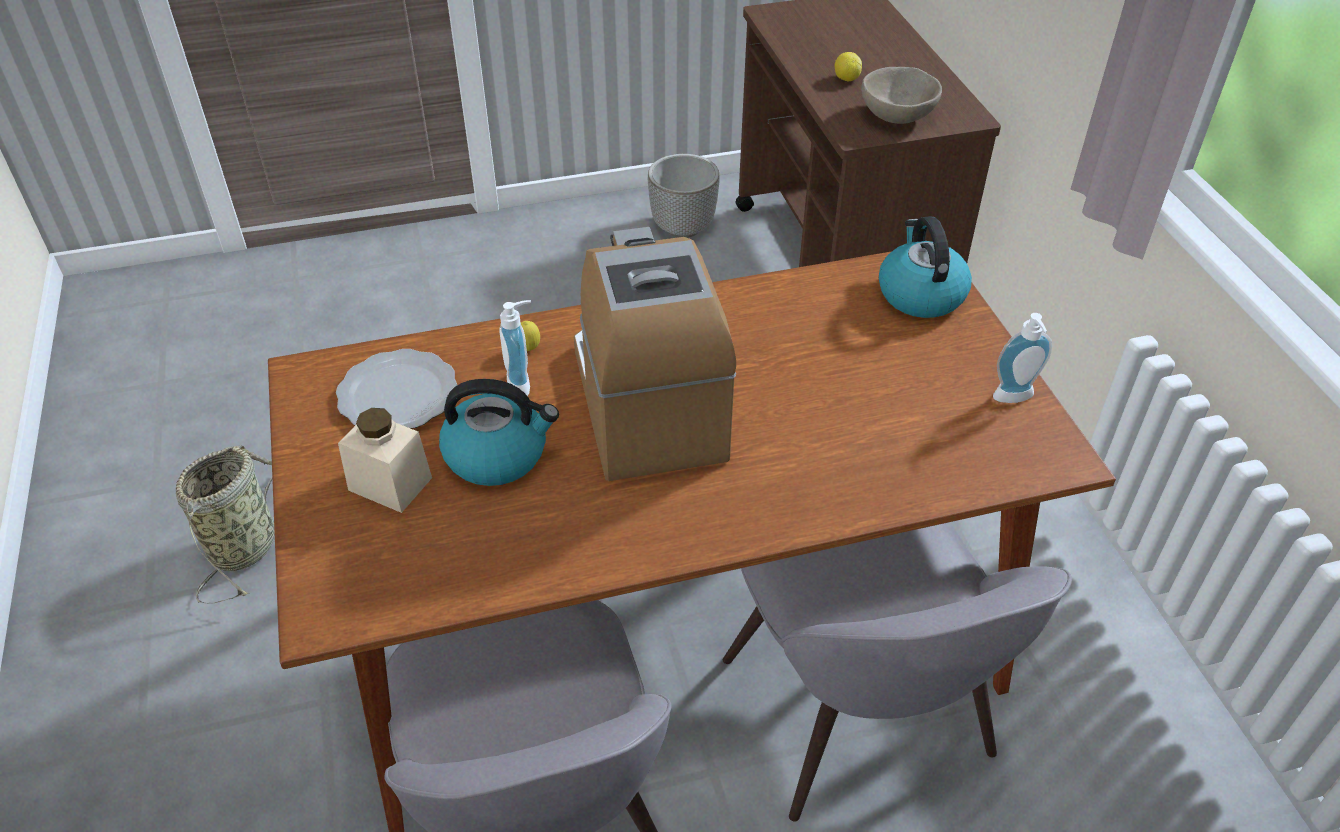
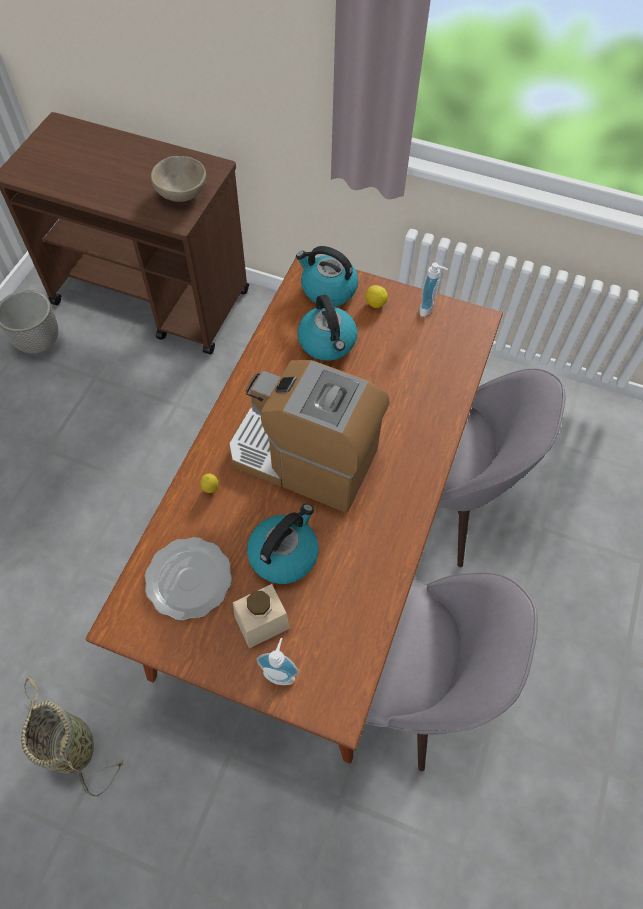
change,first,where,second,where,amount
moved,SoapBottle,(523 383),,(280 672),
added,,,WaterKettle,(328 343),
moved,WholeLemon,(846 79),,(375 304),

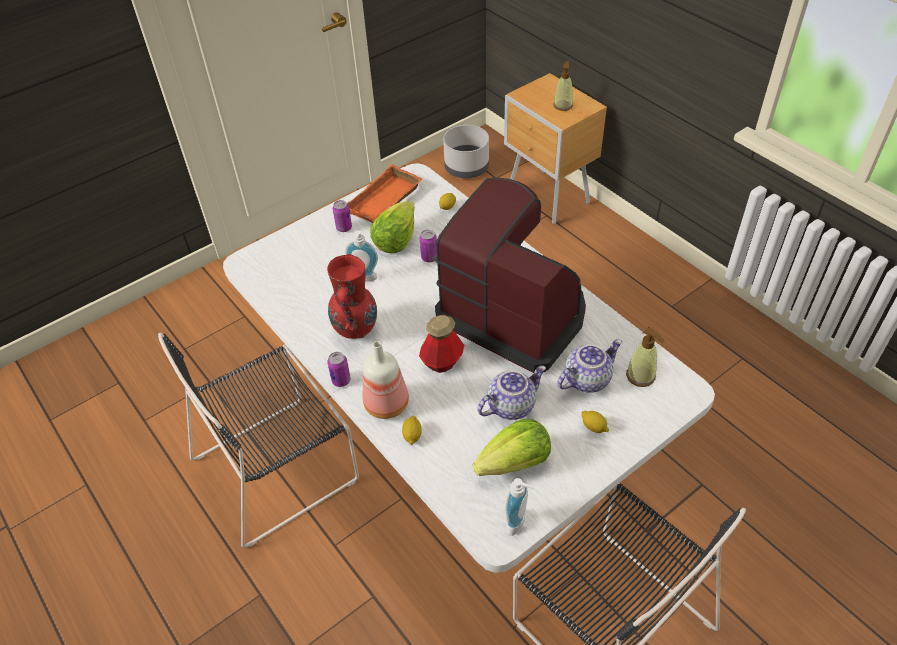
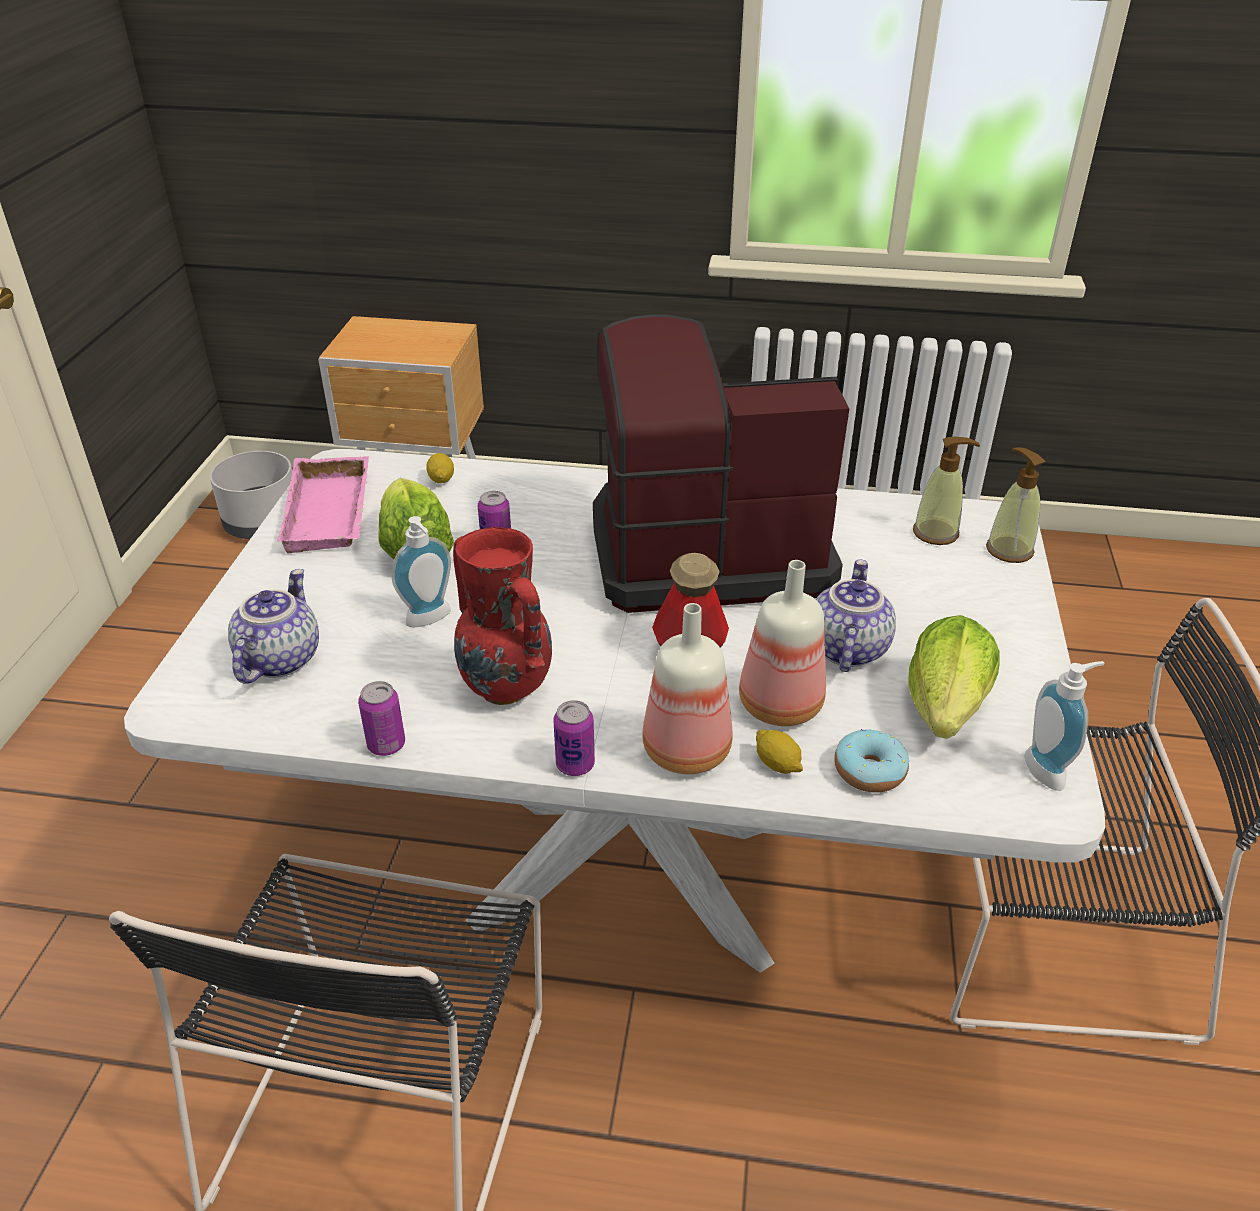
change,first,where,second,where,amount
moved,PotForTea,(586 379),,(278 658),
recoloured,OrangeColouredServingTray,(385 201),PinkServingTray,(332 514),
moved,MetalCan,(344 228),,(386 745),
added,,,Bottle,(777 705),
added,,,RingDoughnut,(869 771),
moved,SoapBottle,(563 105),,(1009 550),
removed,WholeLemon,(594 427),,,

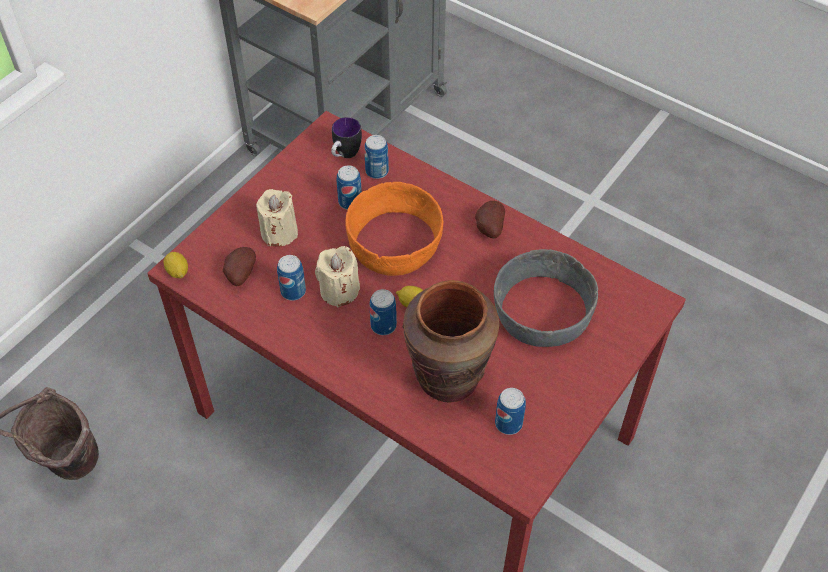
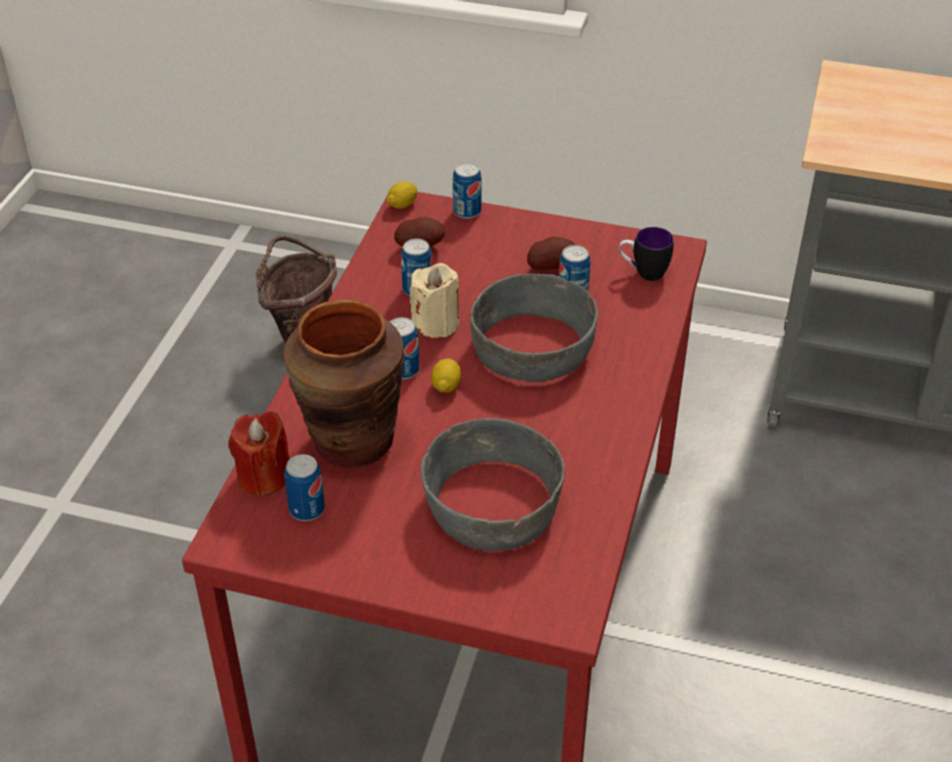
change,first,where,second,where,amount
added,,,ReddishWaxLight,(264 476),
moved,MetalCan,(377 171),,(467 211),
recoloured,OrangeColouredBowl,(394 241),GrayBowl,(534 347),
moved,Spud,(488 228),,(550 266),
removed,SandColouredWaxLight,(279 232),,,

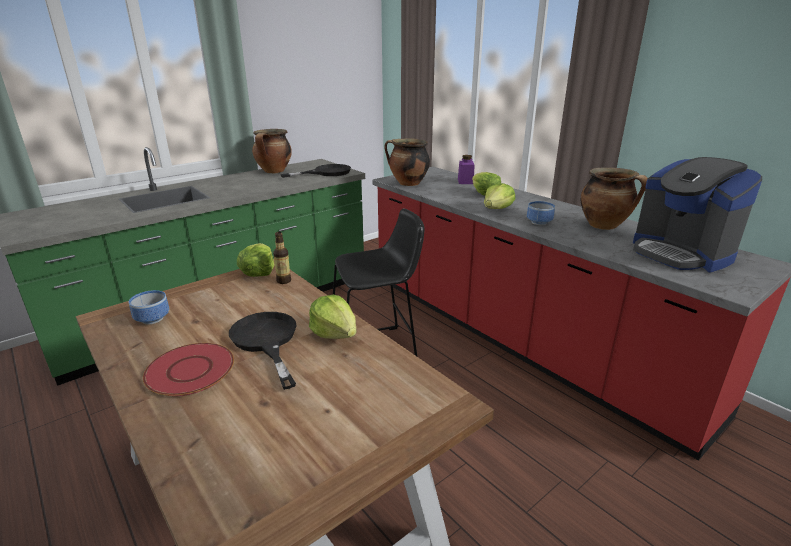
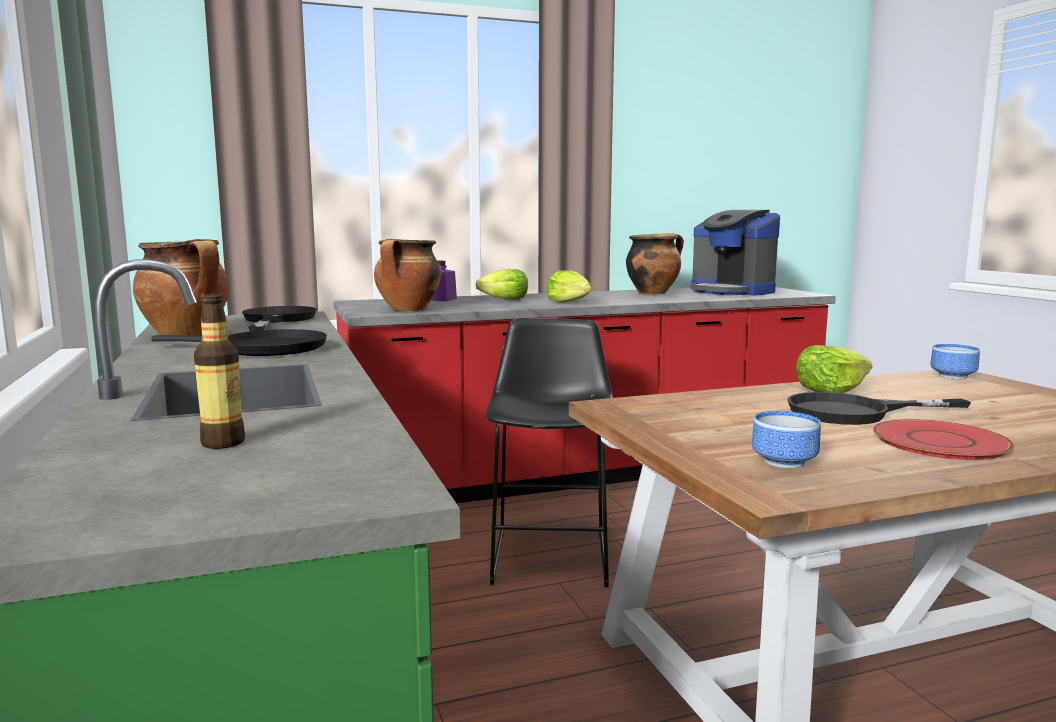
change,first,where,second,where,amount
added,,,BlackishSkillet,(265 349),
moved,Bottle,(284 281),,(223 443),
turned,CoffeeMachine,(680 253),,(731 291),60 degrees clockwise
moved,Bowl,(539 223),,(955 376),
removed,LettuceHead,(258 271),,,

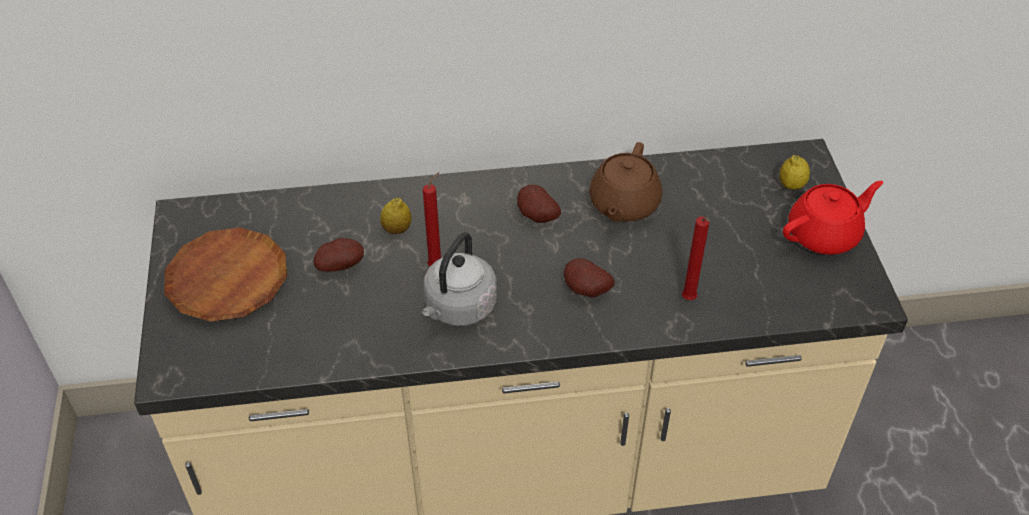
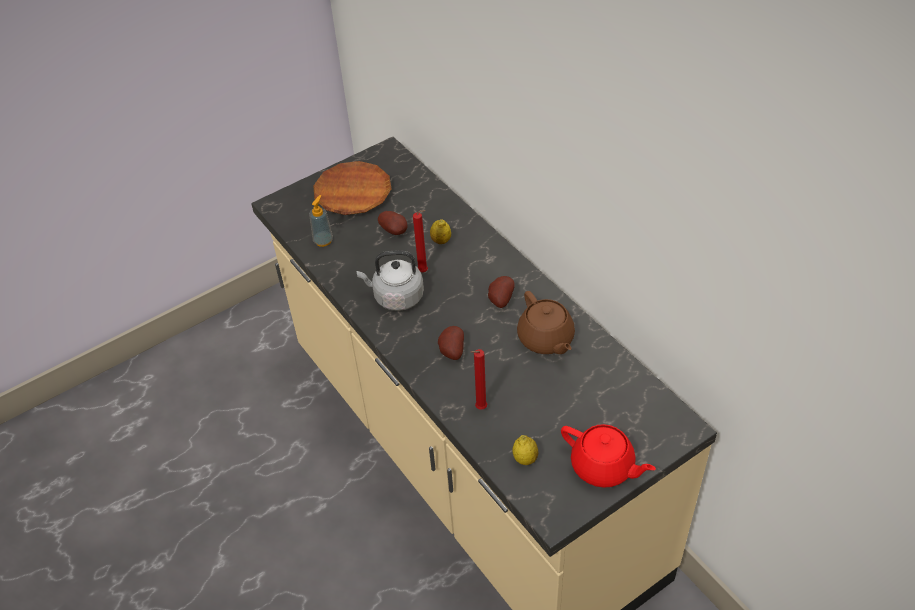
change,first,where,second,where,amount
added,,,SoapBottle,(323 240),
moved,WholeLemon,(791 185),,(525 459),
turned,BrownishPotForTea,(623 204),,(546 339),105 degrees counterclockwise

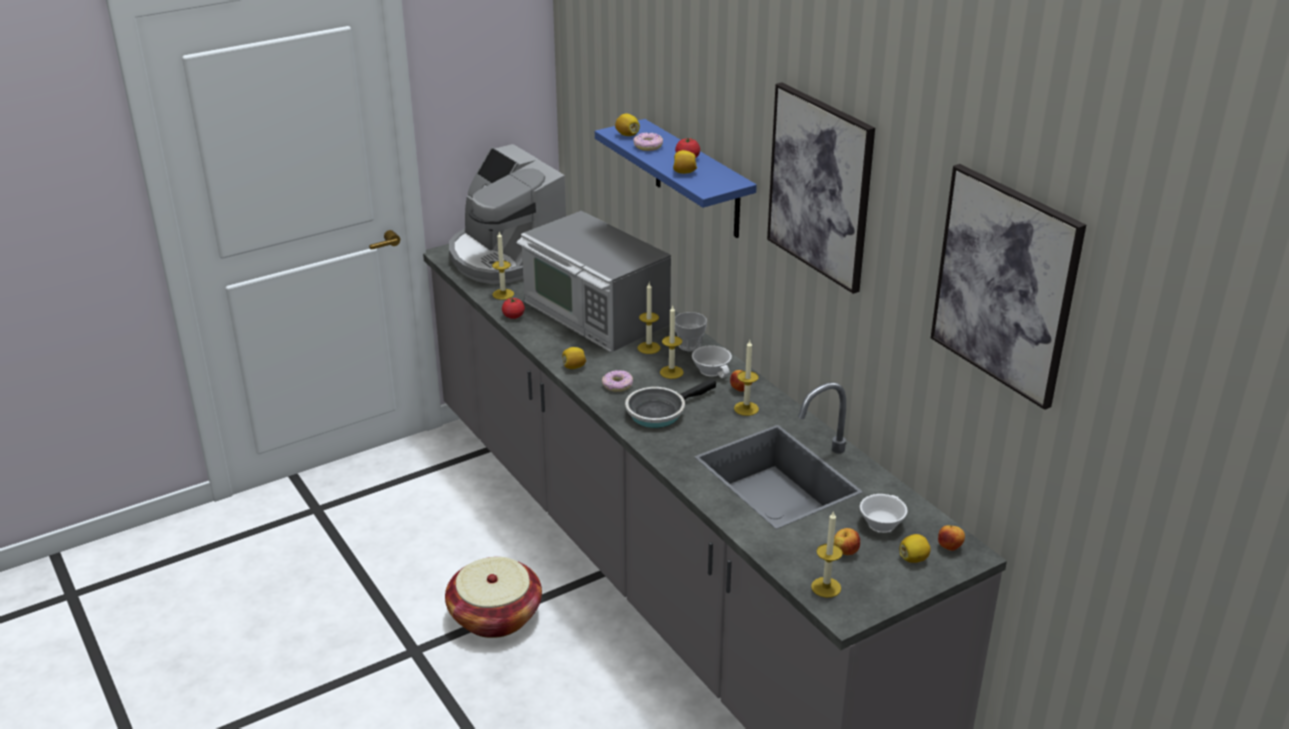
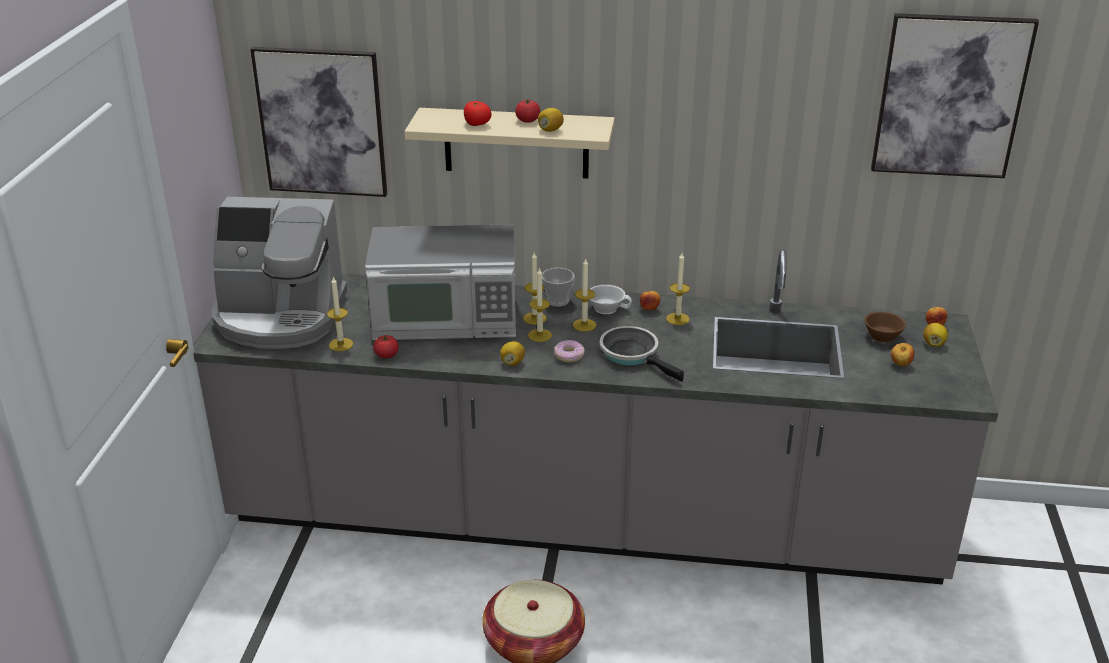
change,first,where,second,where,amount
moved,Picture,(820 186),,(322 122),
recoloured,BlueColouredBracketShelf,(697 180),SandColouredBracketShelf,(516 143),
replaced,RingDoughnut,(648 146),FreshTomato,(477 124),
moved,WaxLight,(826 587),,(539 335),
turned,Skillet,(659 412),,(633 355),135 degrees clockwise
recoloured,WhitishSmallCup,(880 522),BrownishSmallCup,(880 336),
removed,WholeLemon,(627 135),,,

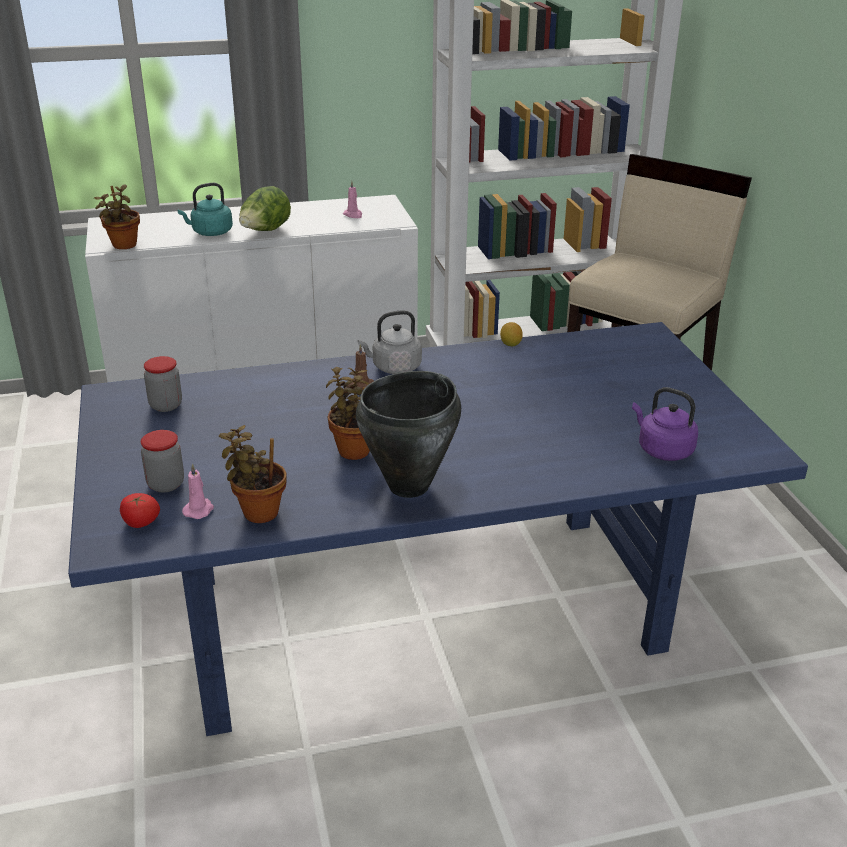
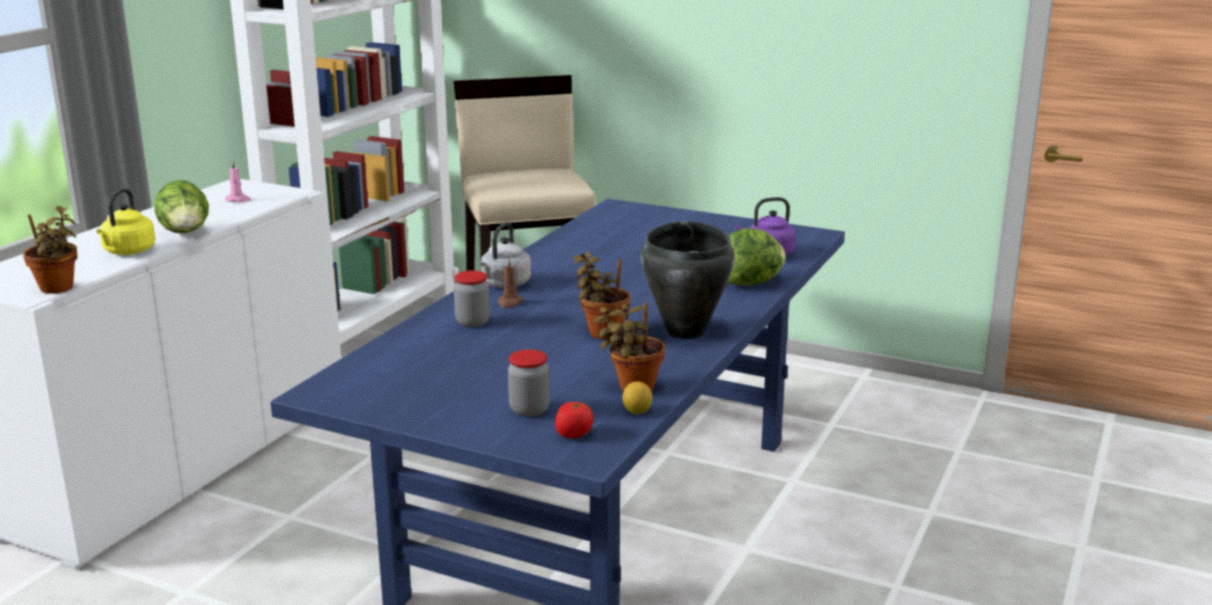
change,first,where,second,where,amount
recoloured,TurquoiseWaterKettle,(210 233),YellowishWaterKettle,(128 252),
moved,StorageJar,(166 405),,(472 322),
moved,WholeLemon,(510 344),,(637 411),
added,,,LettuceHead,(750 283),
removed,PinkWaxLight,(199 510),,,

